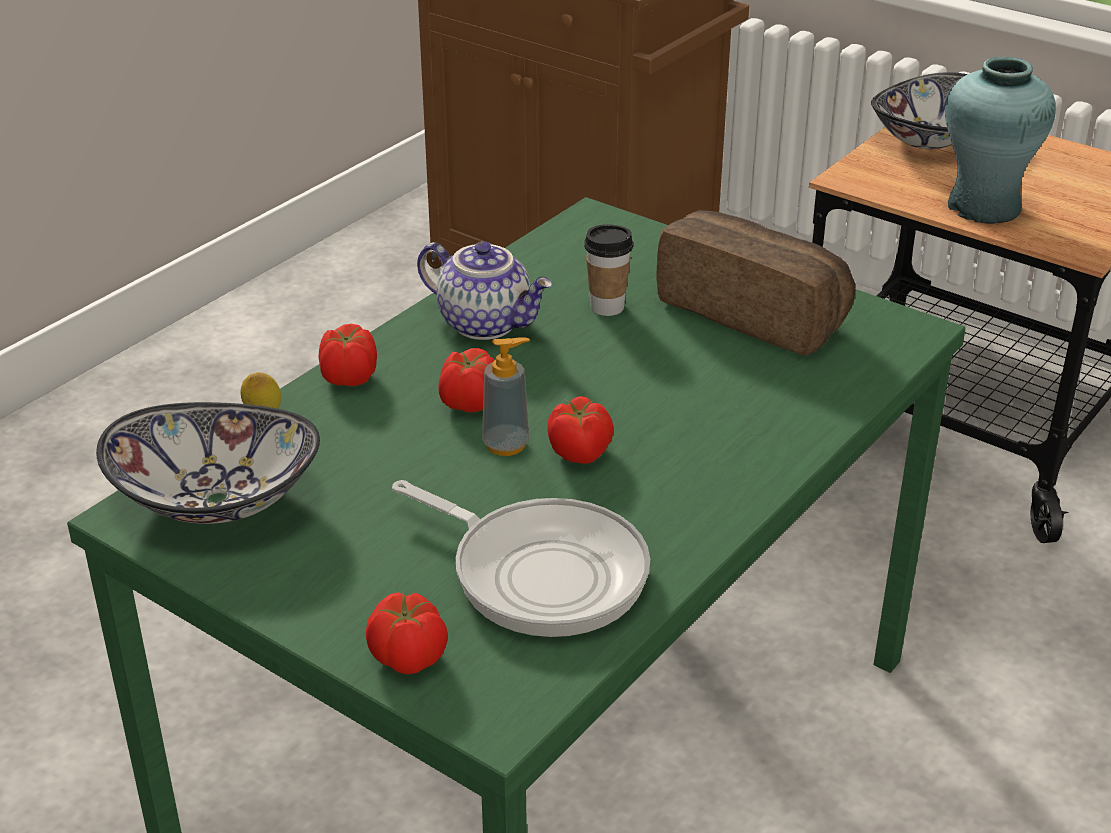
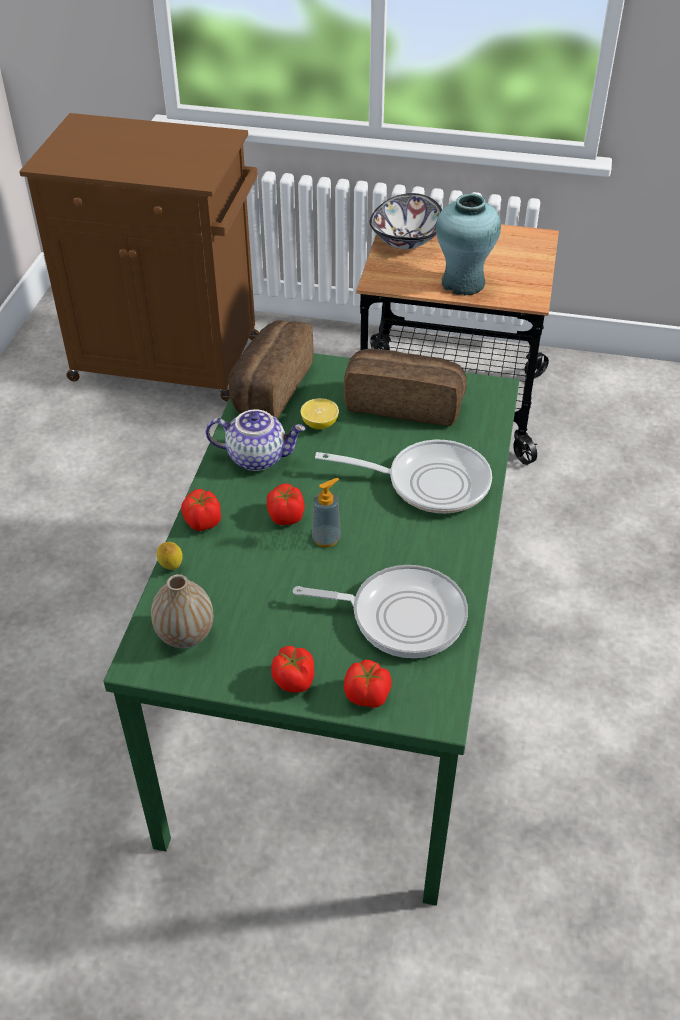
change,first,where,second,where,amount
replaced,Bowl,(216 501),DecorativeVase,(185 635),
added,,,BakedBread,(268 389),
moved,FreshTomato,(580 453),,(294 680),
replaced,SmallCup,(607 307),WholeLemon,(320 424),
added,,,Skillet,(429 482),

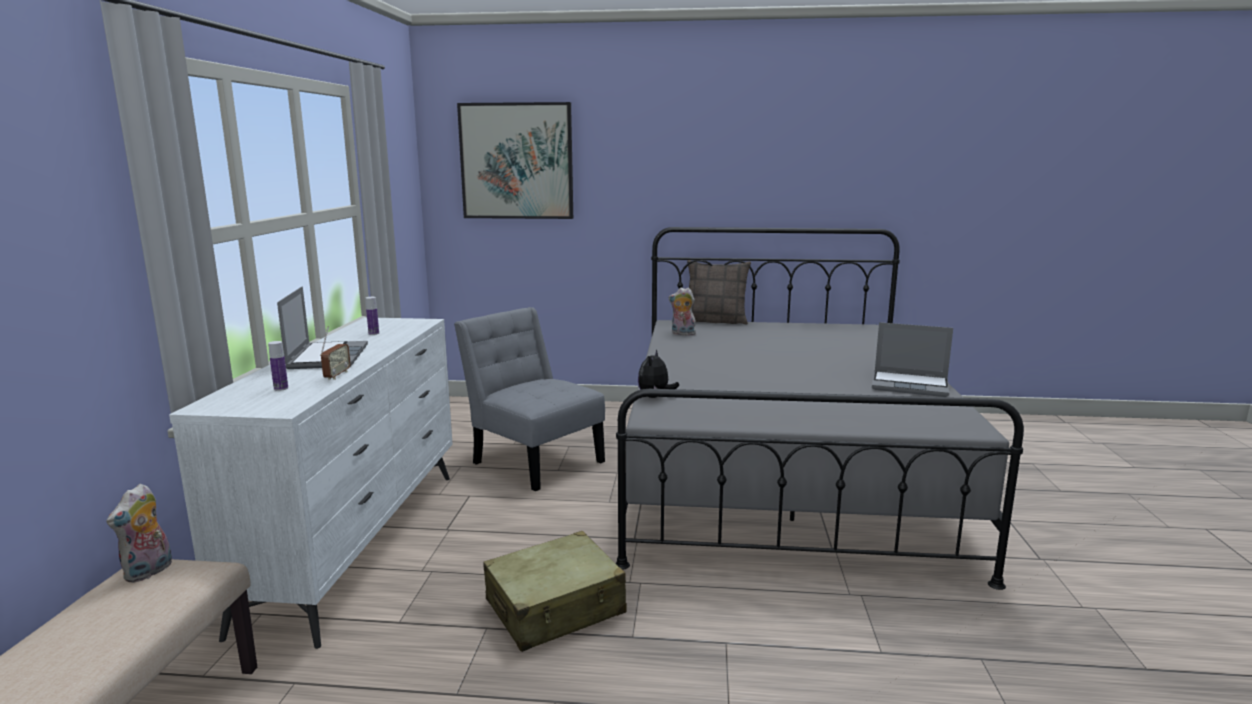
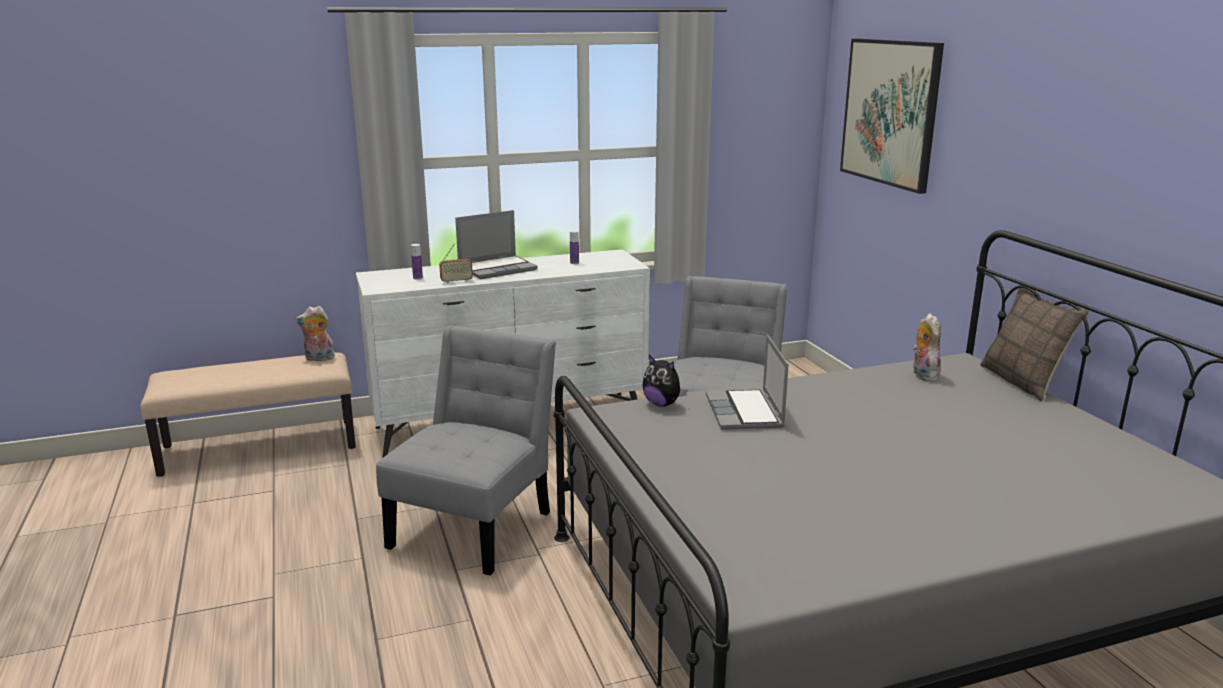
change,first,where,second,where,amount
replaced,SandColouredPieceOfLuggage,(555 608),GrayUprightChair,(476 525),
turned,SoftToy,(655 397),,(662 404),135 degrees counterclockwise
moved,NotebookComputer,(911 385),,(745 412),

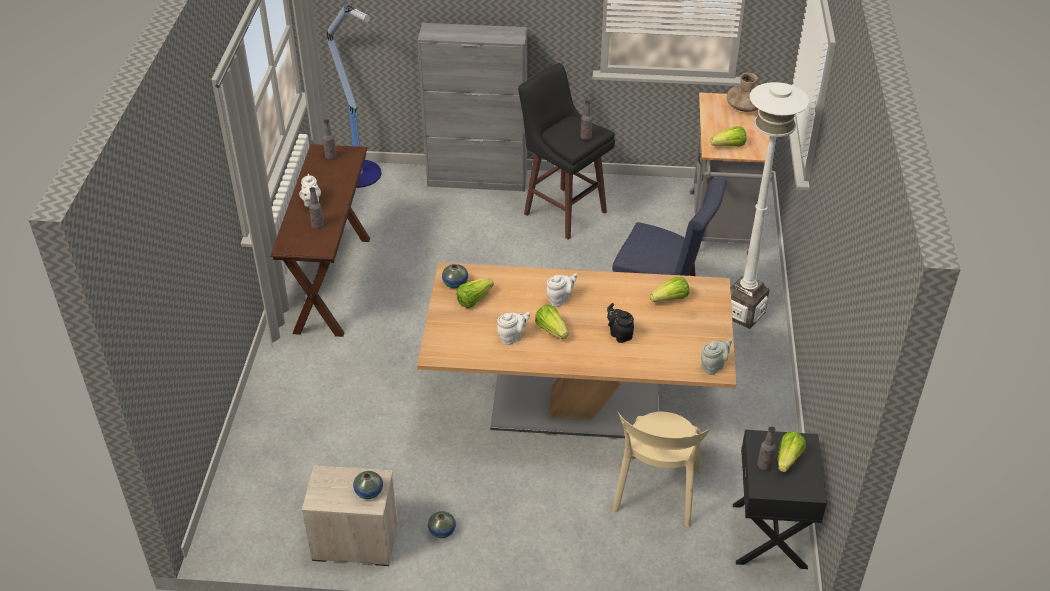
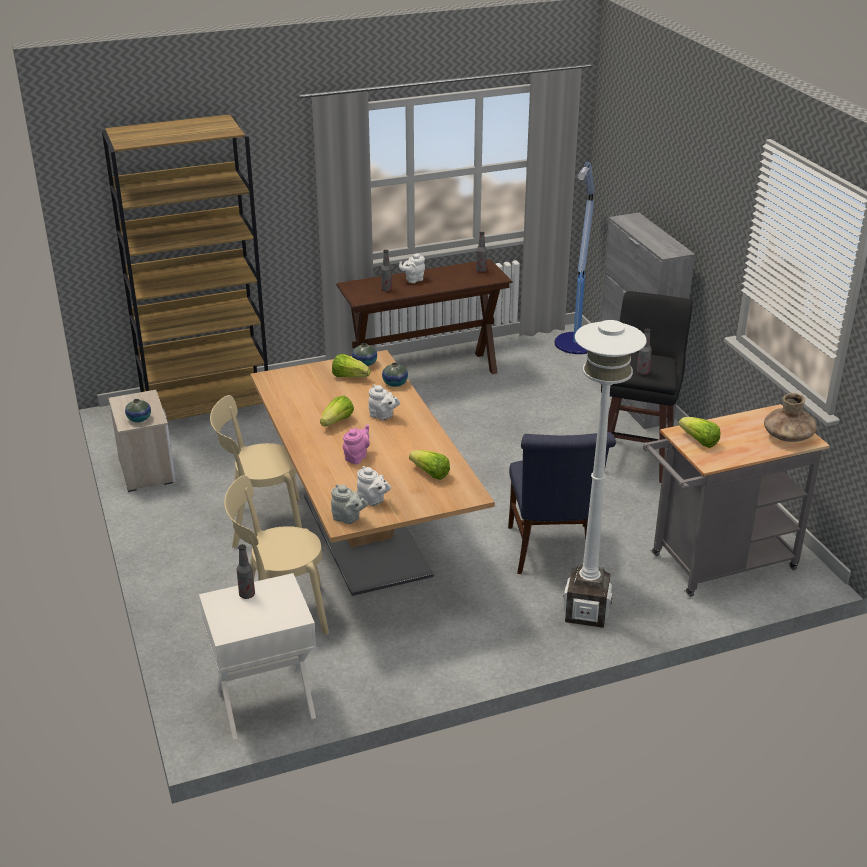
change,first,where,second,where,amount
added,,,BrownishBookcase,(207 405),
recoloured,BlackishBedsideTable,(770 535),WhitishBedsideTable,(265 702),
added,,,SandColouredUprightChair,(261 522),
recoloured,BlackishPotForTea,(619 334),PinkPotForTea,(357 457),
moved,WhitishPotForTea,(512 337),,(373 501),
moved,DecorativeVase,(442 531),,(395 383),
removed,LettuceHead,(788 459),,,

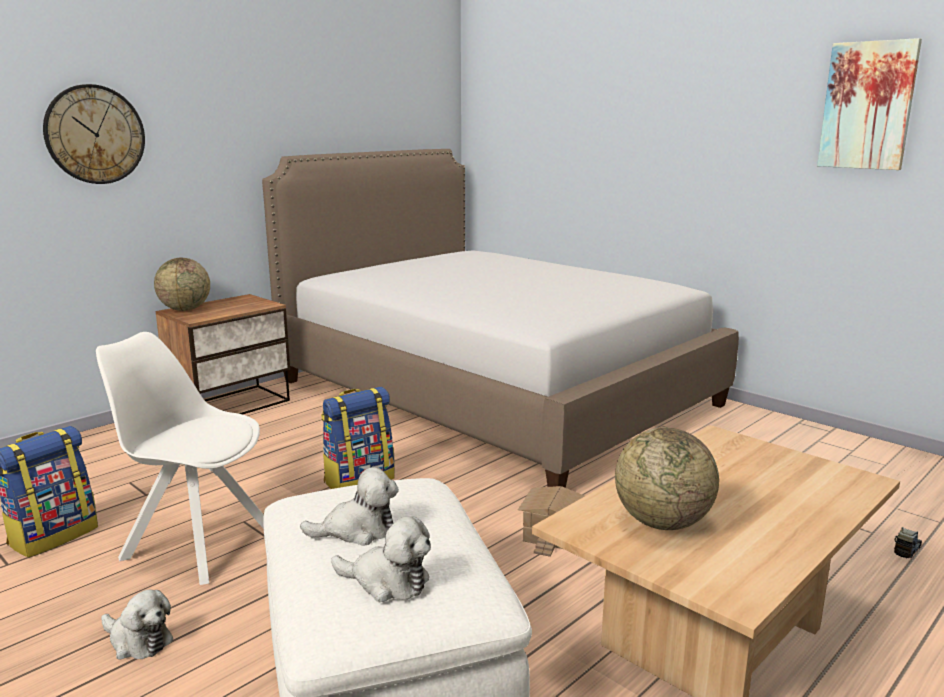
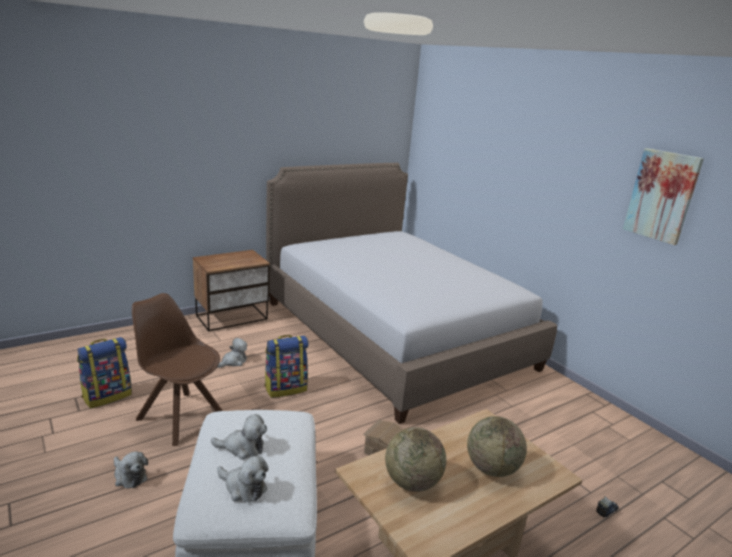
change,first,where,second,where,amount
recoloured,WhitishUprightChair,(196 543),BrownishUprightChair,(180 416),
added,,,SoftToy,(233 361),
moved,WorldGlobe,(185 309),,(491 468),
removed,HangingClock,(95 134),,,

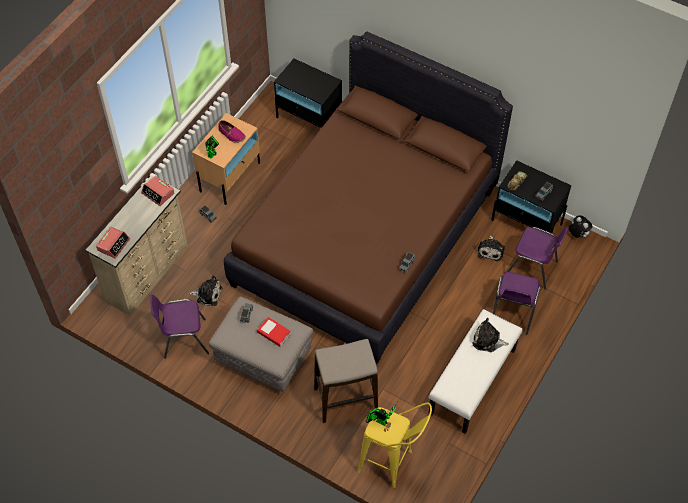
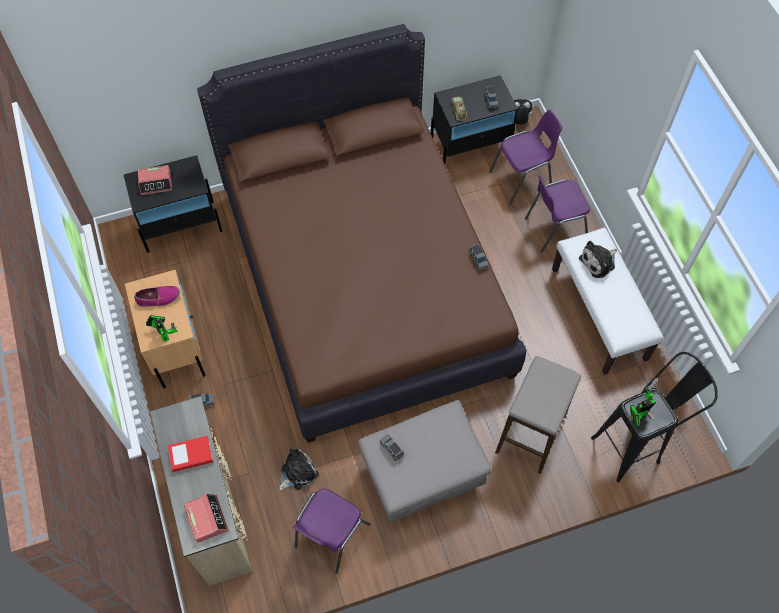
change,first,where,second,where,amount
moved,BedsideClock,(158 193),,(156 183),
moved,Book,(274 333),,(191 455),
turned,PurpleColouredUprightChair,(512 312),,(554 228),105 degrees clockwise
recoloured,YellowishStoolSeat,(392 465),BlackishStoolSeat,(634 446),
removed,SoftToy,(490 250),,,

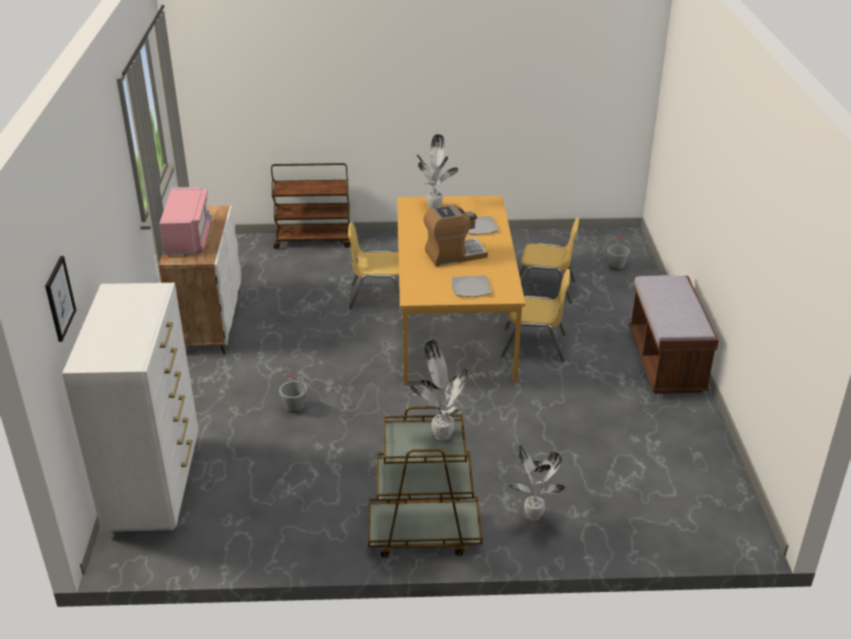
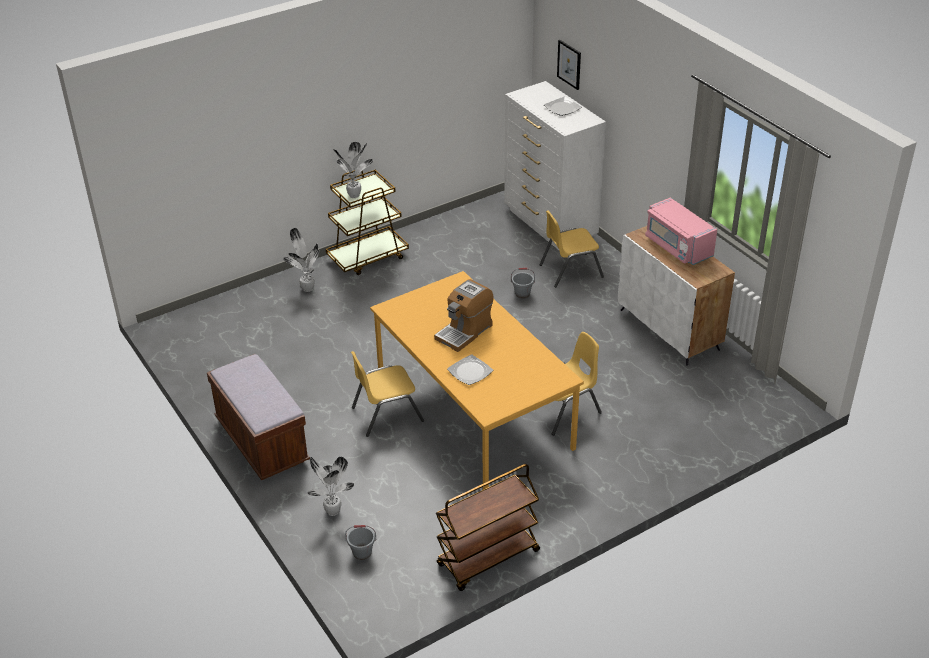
change,first,where,second,where,amount
moved,PottedPlant,(435 206),,(333 512),
moved,BrownishTrolley,(314 240),,(488 559),
moved,YellowishUprightChair,(545 289),,(570 270),
moved,Plate,(471 288),,(562 108),

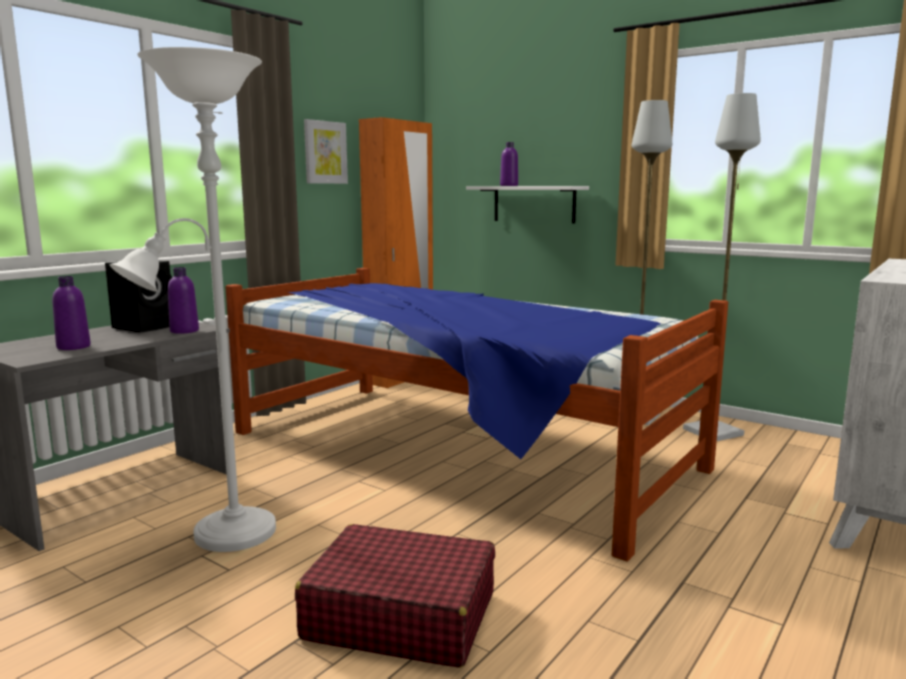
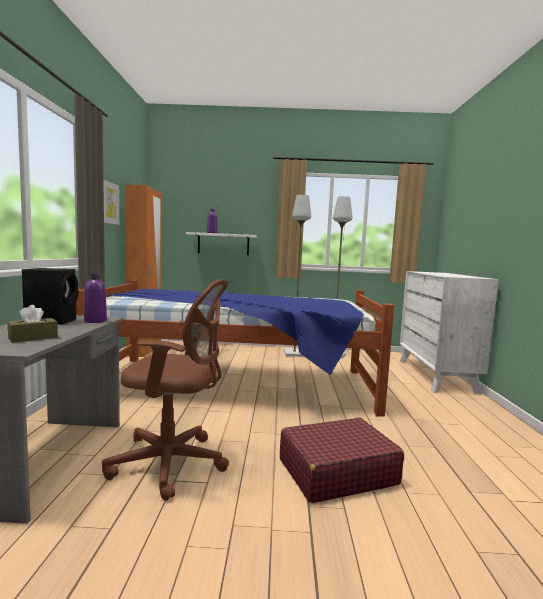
change,first,where,second,where,amount
replaced,PurpleColouredBottle,(73 347),BrownishTissueHolder,(33 338),
replaced,WhitishStandingLamp,(225 536),BrownishDeskChair,(173 464),

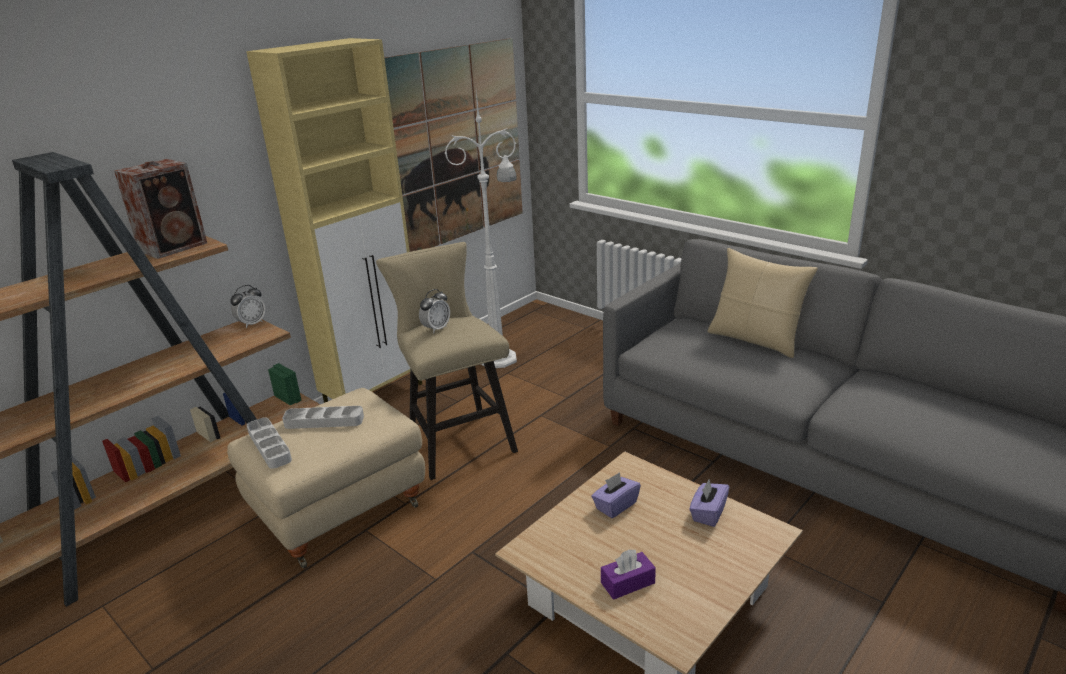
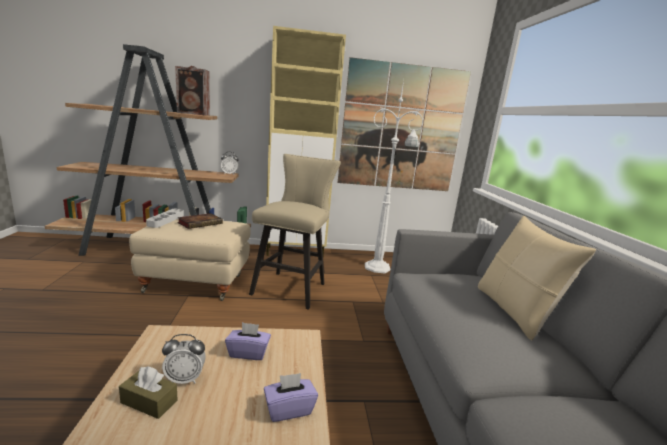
change,first,where,second,where,amount
recoloured,PurpleColouredTissueHolder,(627 583),BrownishTissueHolder,(149 401),
moved,BedsideClock,(436 328),,(185 379),
replaced,GrayServingTray,(324 421),Book,(201 223),

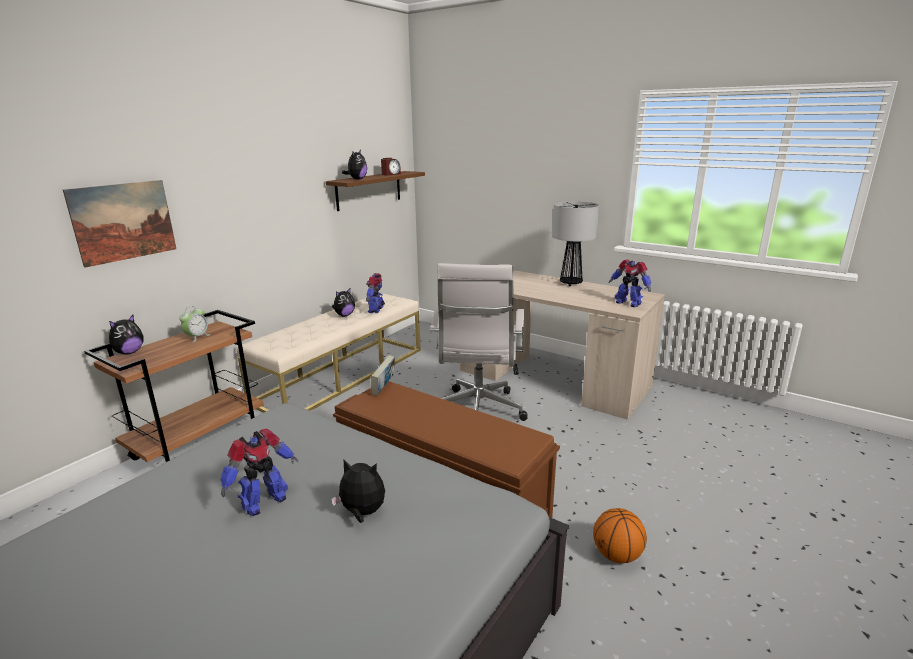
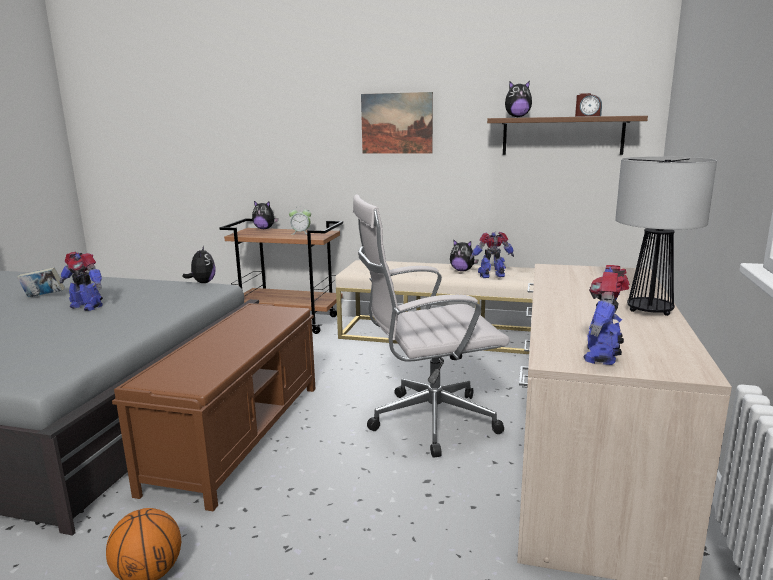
change,first,where,second,where,amount
moved,Book,(384 388),,(43 297),
moved,SoftToy,(362 513),,(202 283),
moved,Picture,(124 221),,(396 123),

